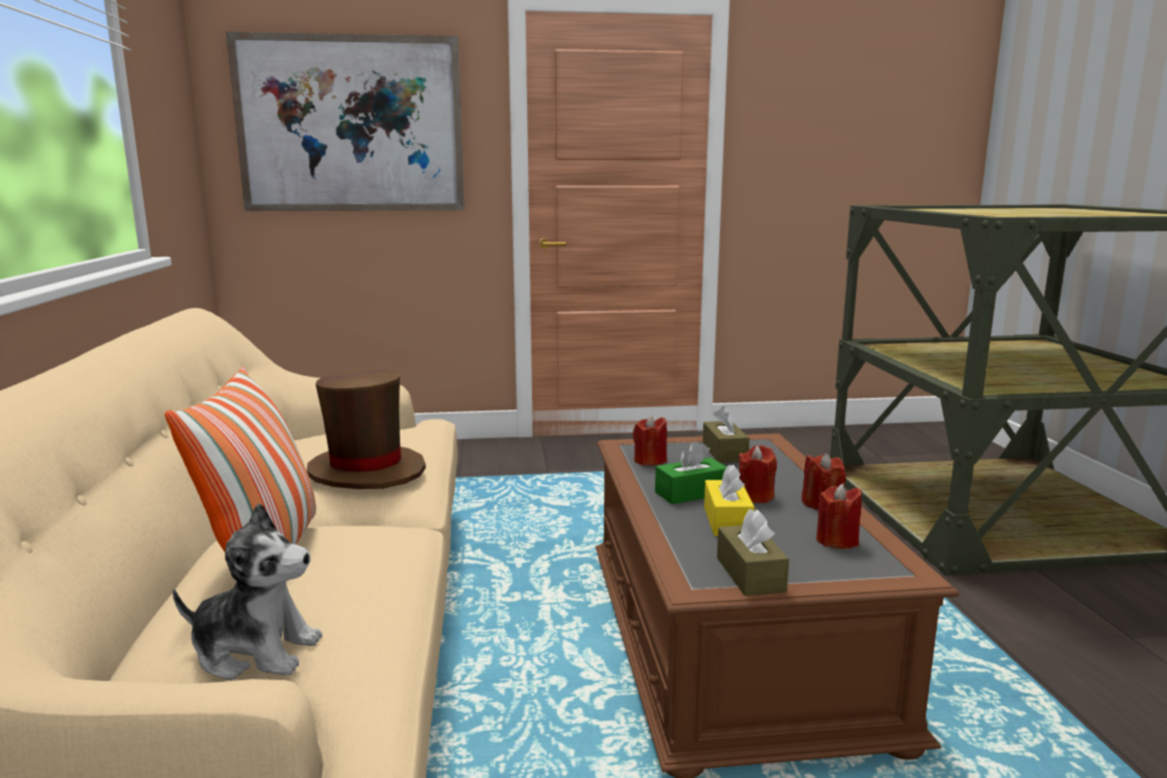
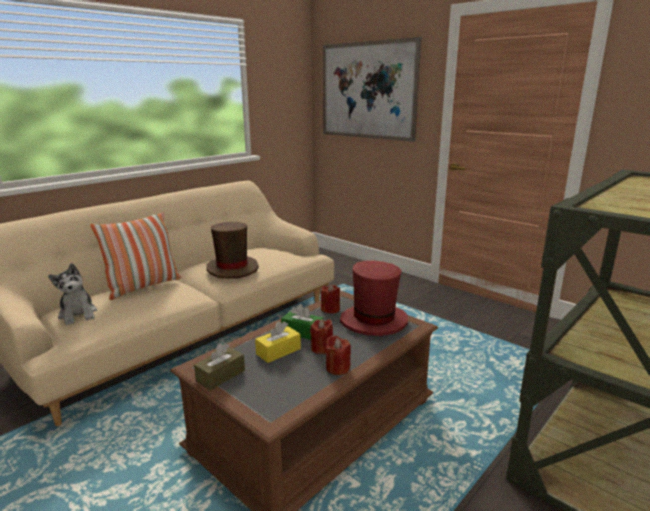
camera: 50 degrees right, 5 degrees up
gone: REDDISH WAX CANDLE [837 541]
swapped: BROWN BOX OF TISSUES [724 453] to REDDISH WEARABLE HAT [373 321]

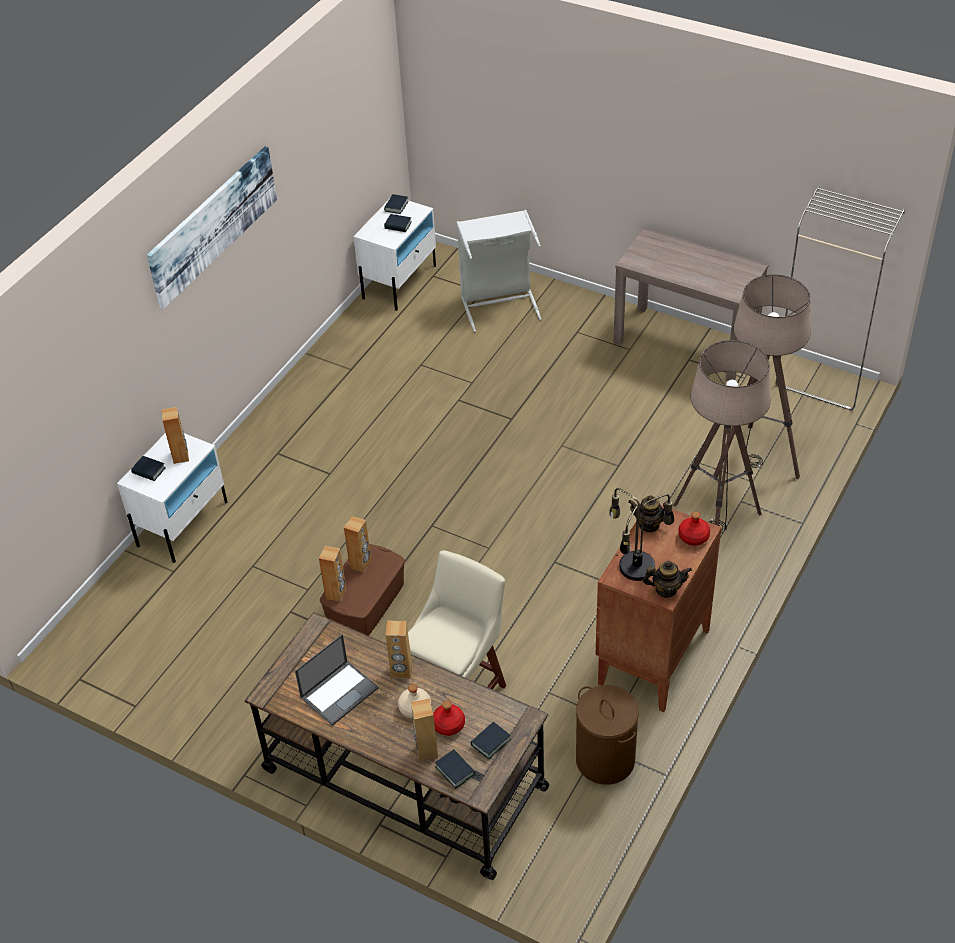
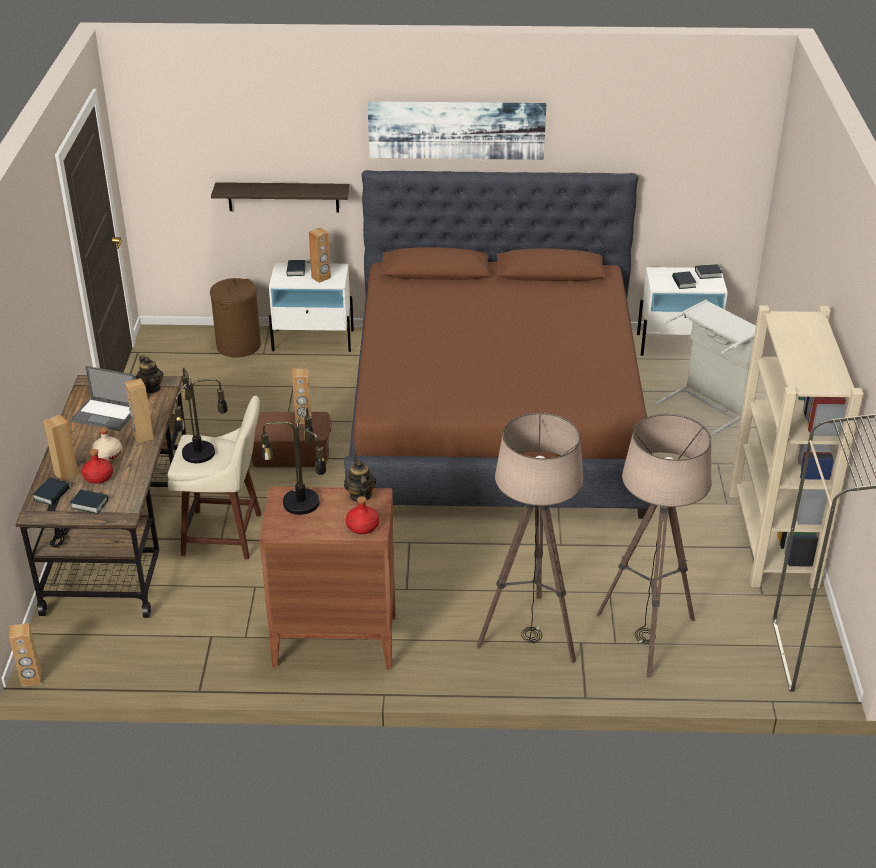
camera: 60 degrees right, 10 degrees down
new: TABLE LAMP [199 453]; WALL SHELF [283 197]; BROWN BEDROOM BED [496 415]
shifted: BROWN SPEAKER [336 594] to [31 679]; BROWN LAUNDRY BASKET [604 759] to [238 345]; POT FOR TEA [666 589] to [151 388]
swapped: BROWN HALL TABLE [686 343] to BEIGE SHELVING UNIT [773 538]

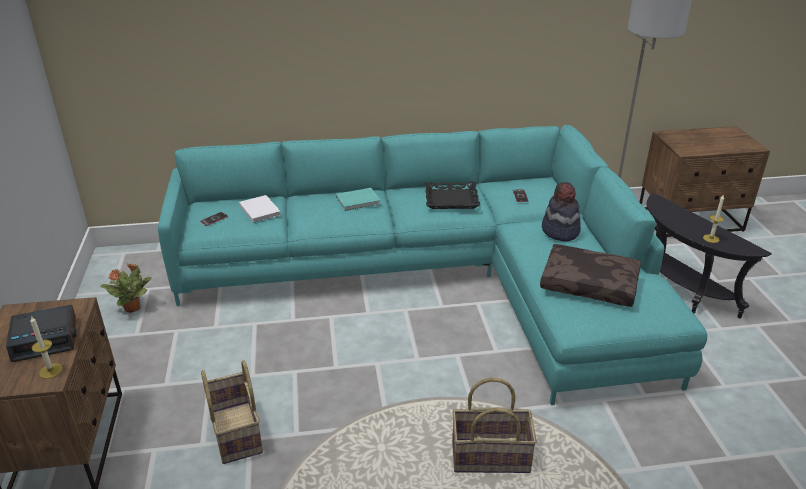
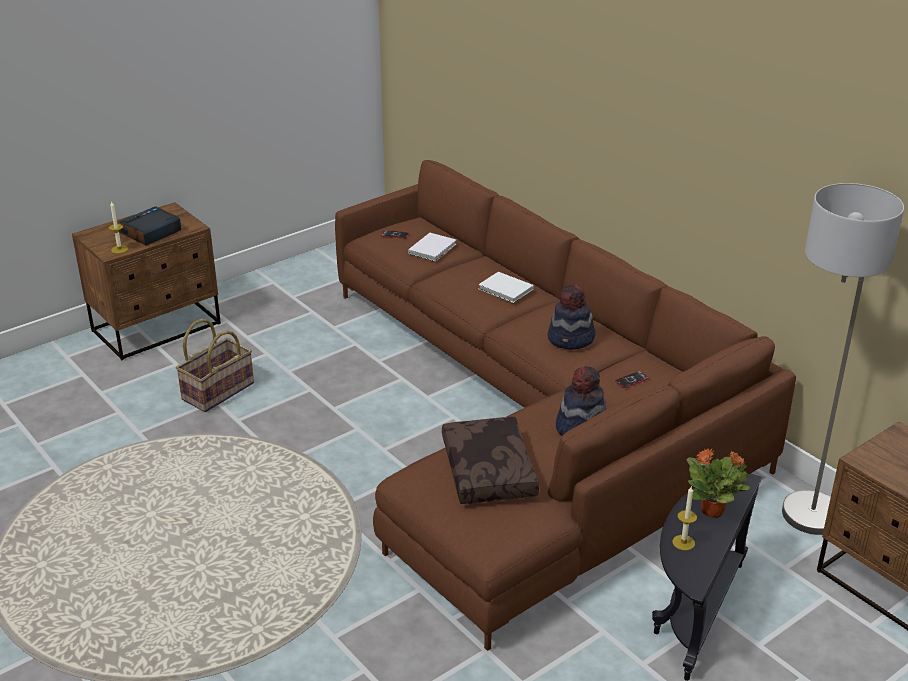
camera: 60 degrees right, 0 degrees up
gone: BASKET [490 456]
shifted: HOUSEPLANT [133 308] to [713 511]
swapped: BLACK-COLOURED SERVING TRAY [451 199] to WEARABLE HAT [571 339]
repainted: TURQUOISE SETTEE [441 277] to BROWN SETTEE [531 420]; TURQUOISE BOOK [359 201] to WHITE BOOK [506 290]
rotated: BEDSIDE CLOCK [46 338] = [150 232] 90 degrees clockwise

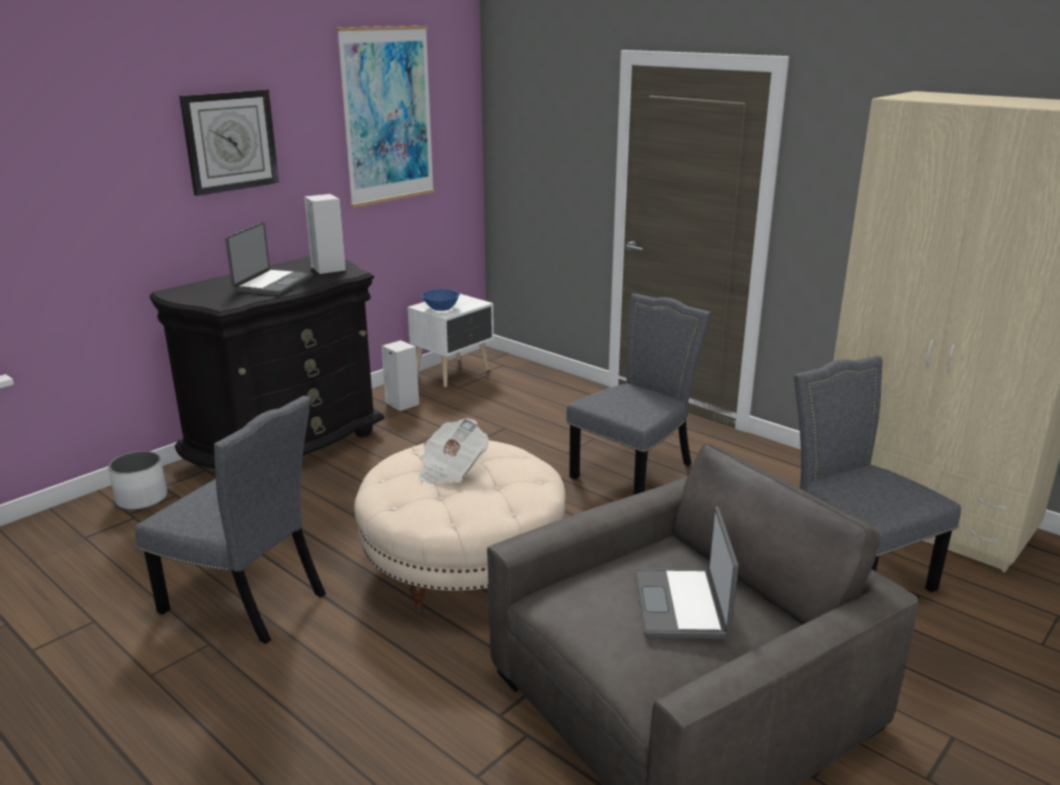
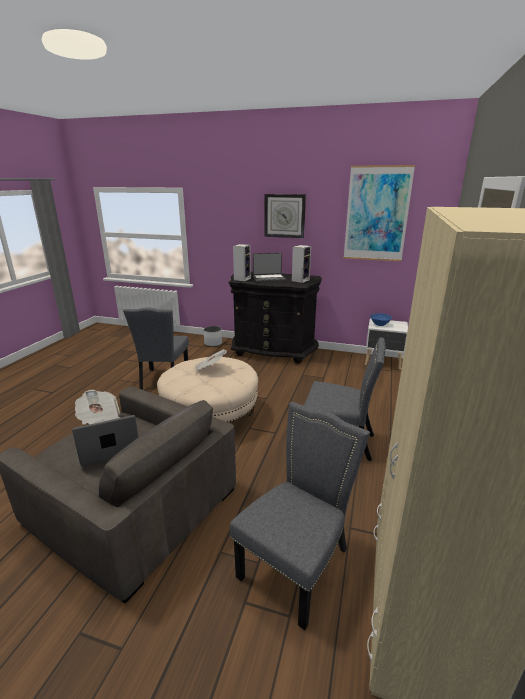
camera: 65 degrees right, 0 degrees up
new: PRINTED PAPER [99 420]
shifted: SPEAKER [401 403] to [242 279]

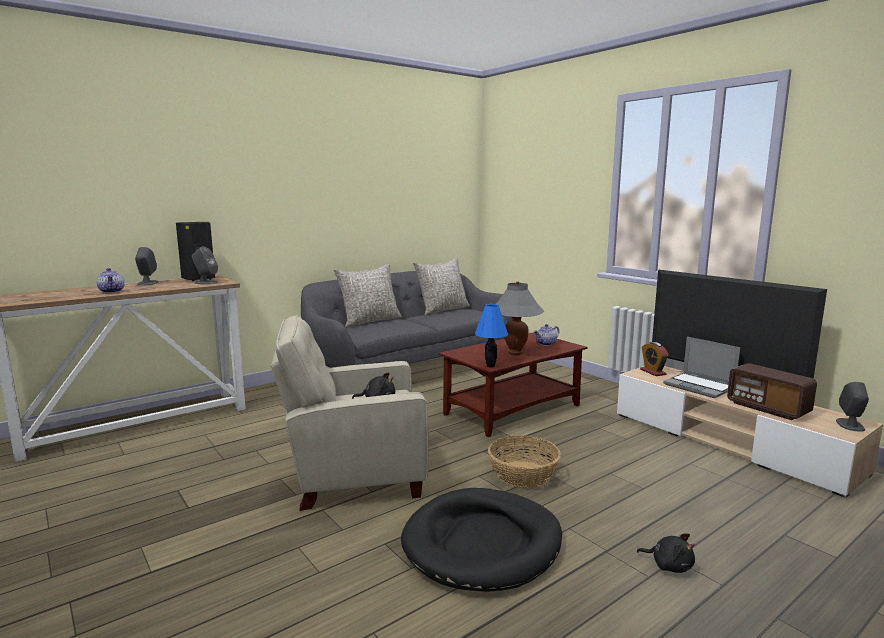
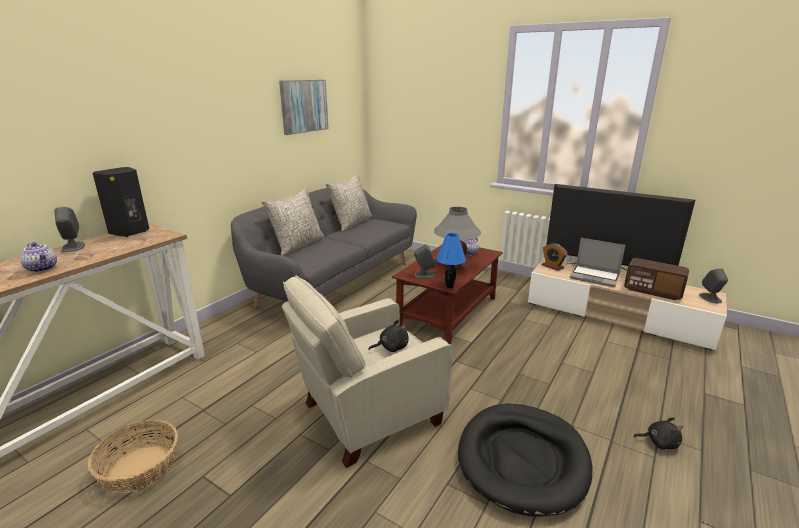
camera: 20 degrees left, 10 degrees up
new: PICTURE [304 106]
shifted: GRAY SPEAKER [206 283] to [424 275]; BASKET [522 474] to [140 468]

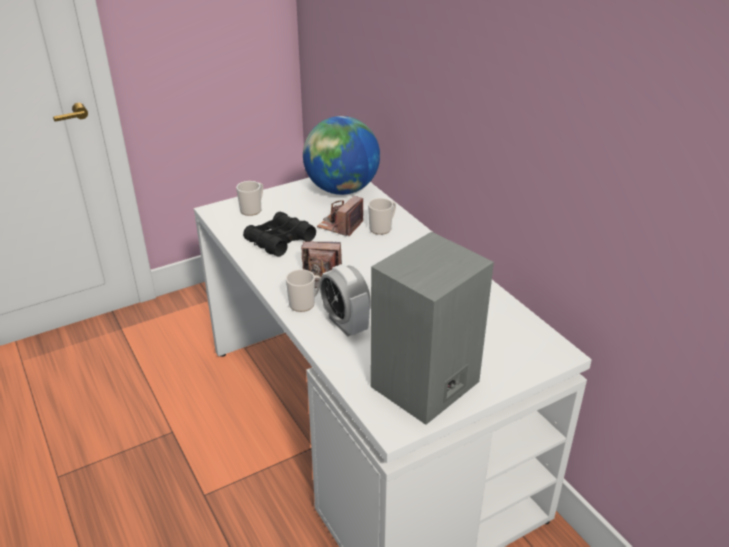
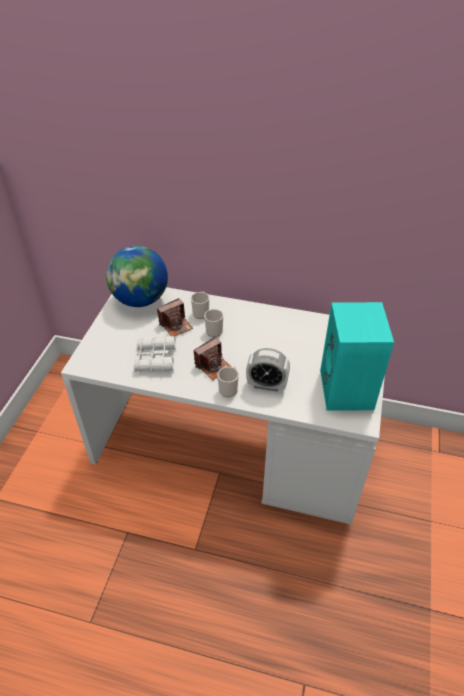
camera: 45 degrees left, 10 degrees up
shifted: COFFEE MUG [253 209] to [214 329]
repainted: BLACK-COLOURED PAIR OF BINOCULARS [279 241] to WHITE PAIR OF BINOCULARS [155 359]; GRAY SPEAKER [425 386] to TURQUOISE SPEAKER [348 391]
rotated: STILL CAMERA [340 225] = [176 325] 105 degrees counterclockwise

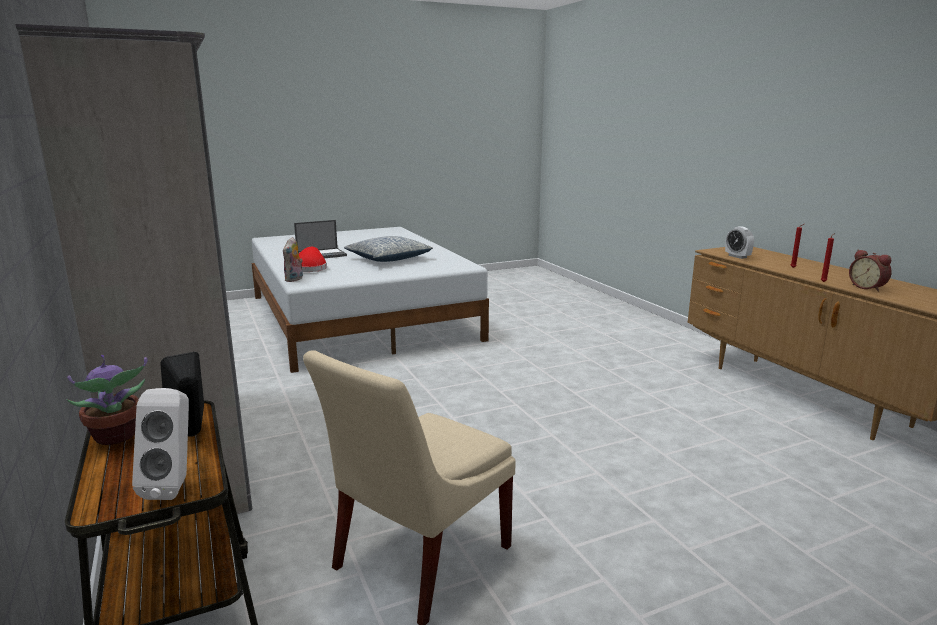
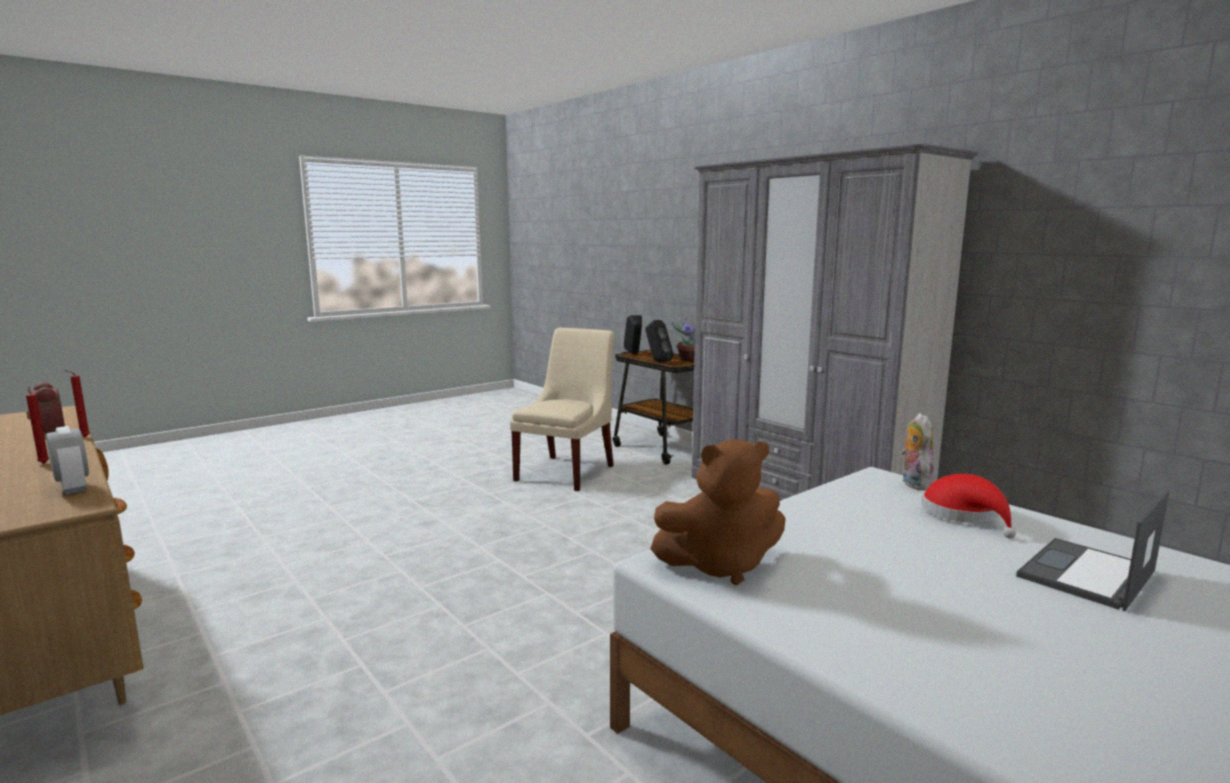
camera: 165 degrees right, 5 degrees down
gone: PILLOW [388 259]
new: BROWN PLUSH TOY [720 565]
repainted: WHITE SPEAKER [174 486] to BLACK-COLOURED SPEAKER [634 354]

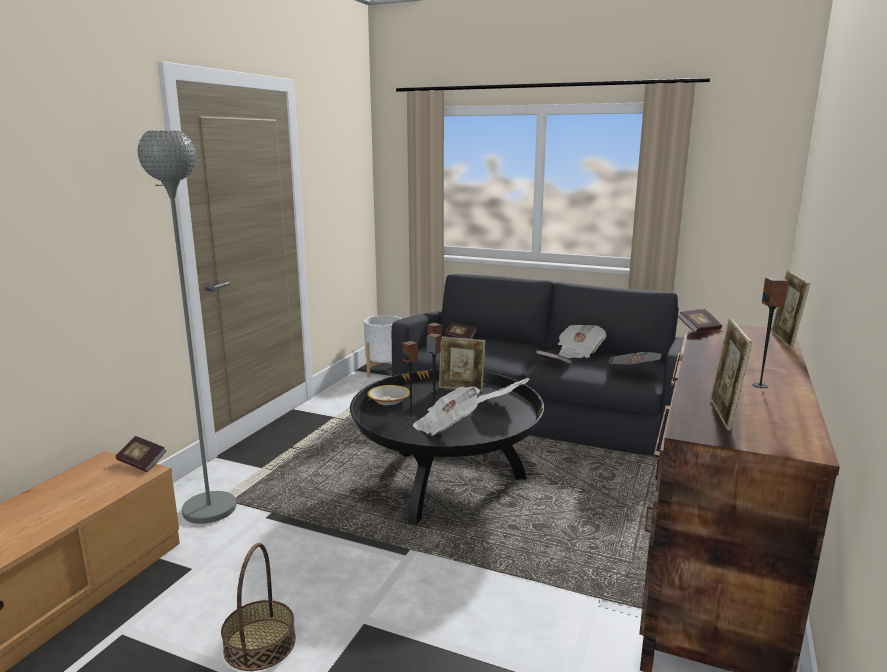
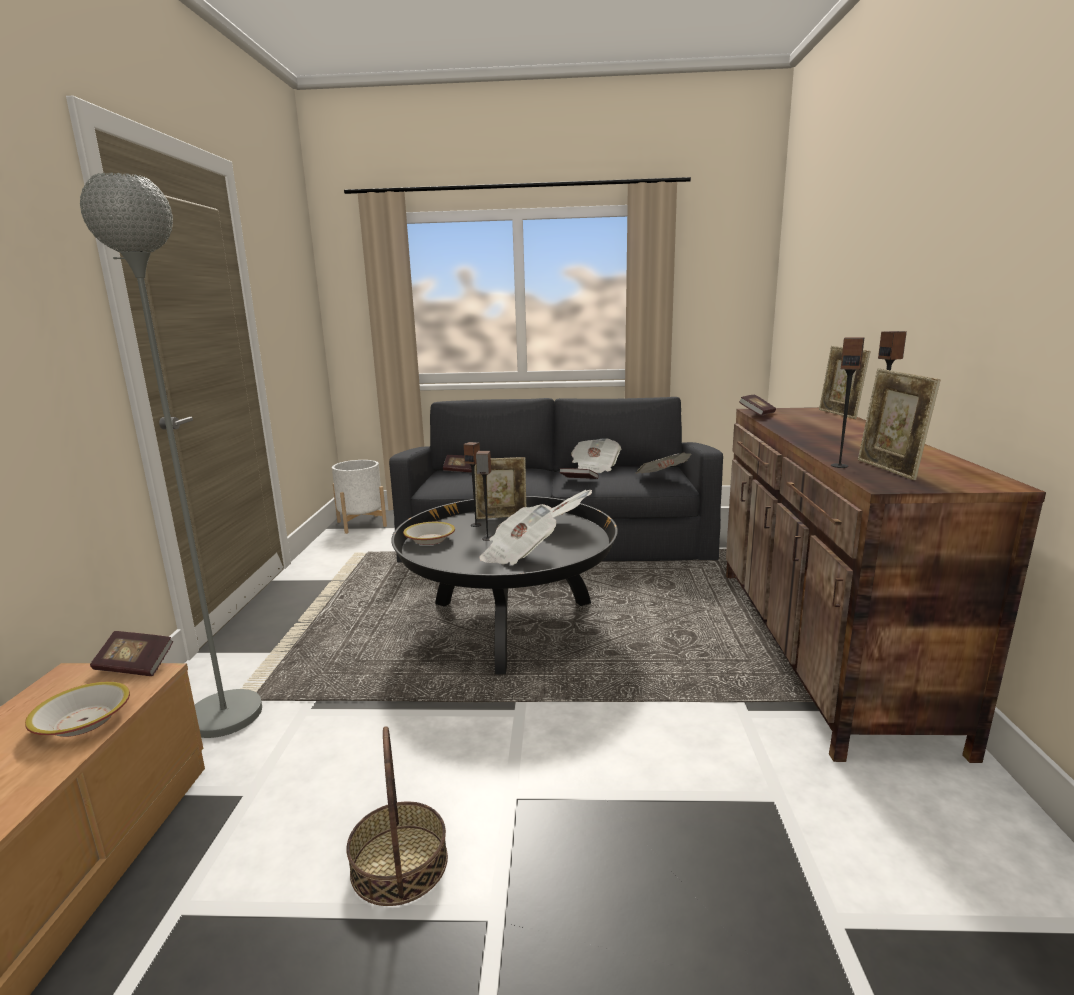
camera: 20 degrees left, 0 degrees up
new: SERVING BOWL [84 721]
shifted: SPEAKER [411 417] to [839 466]

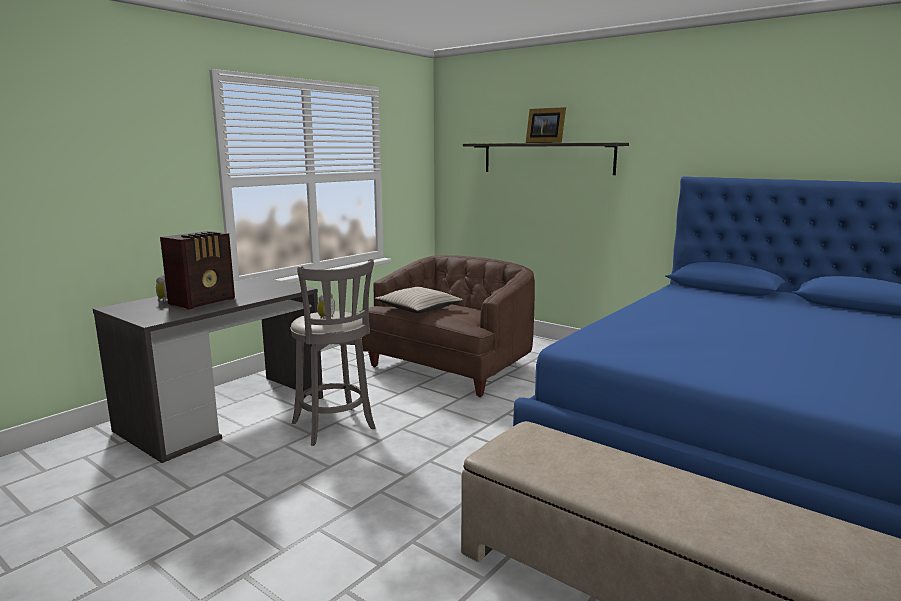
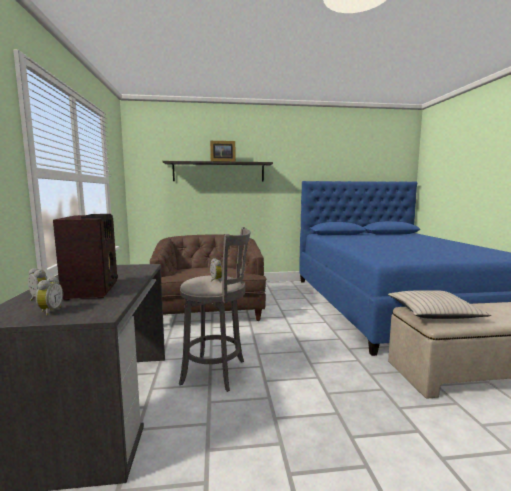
camera: 45 degrees left, 5 degrees down
new: BEDSIDE CLOCK [49 311]
shifted: BEIGE PILLOW [418 308] to [433 313]

